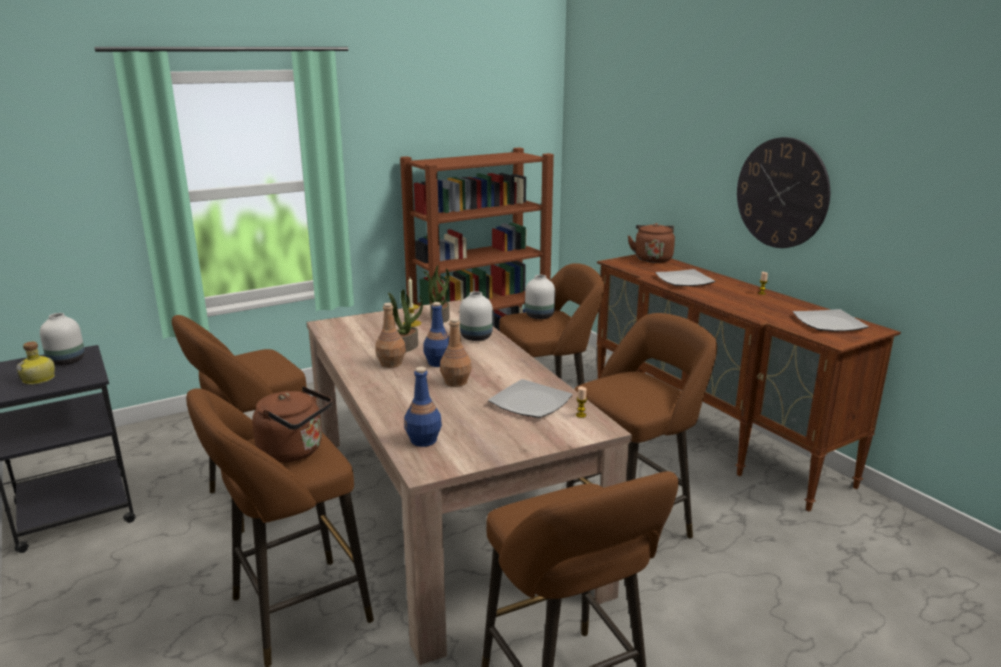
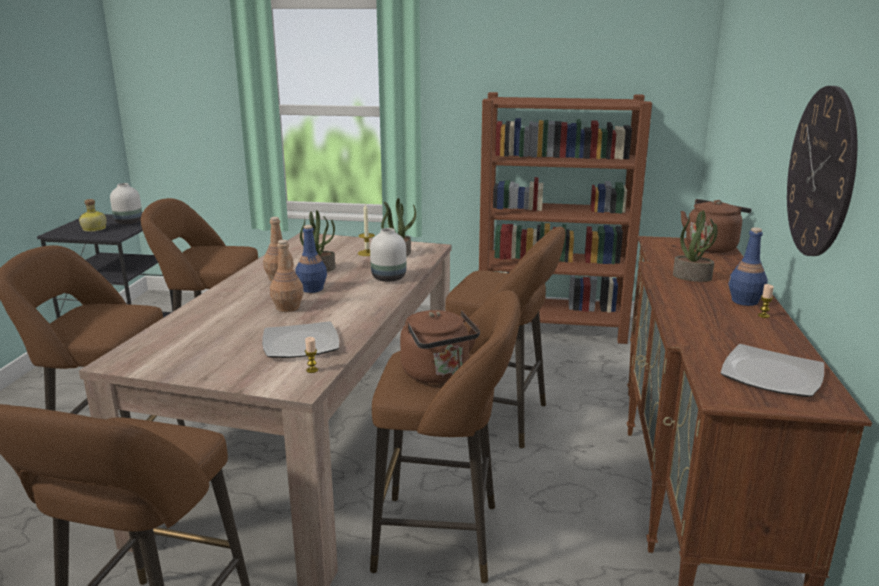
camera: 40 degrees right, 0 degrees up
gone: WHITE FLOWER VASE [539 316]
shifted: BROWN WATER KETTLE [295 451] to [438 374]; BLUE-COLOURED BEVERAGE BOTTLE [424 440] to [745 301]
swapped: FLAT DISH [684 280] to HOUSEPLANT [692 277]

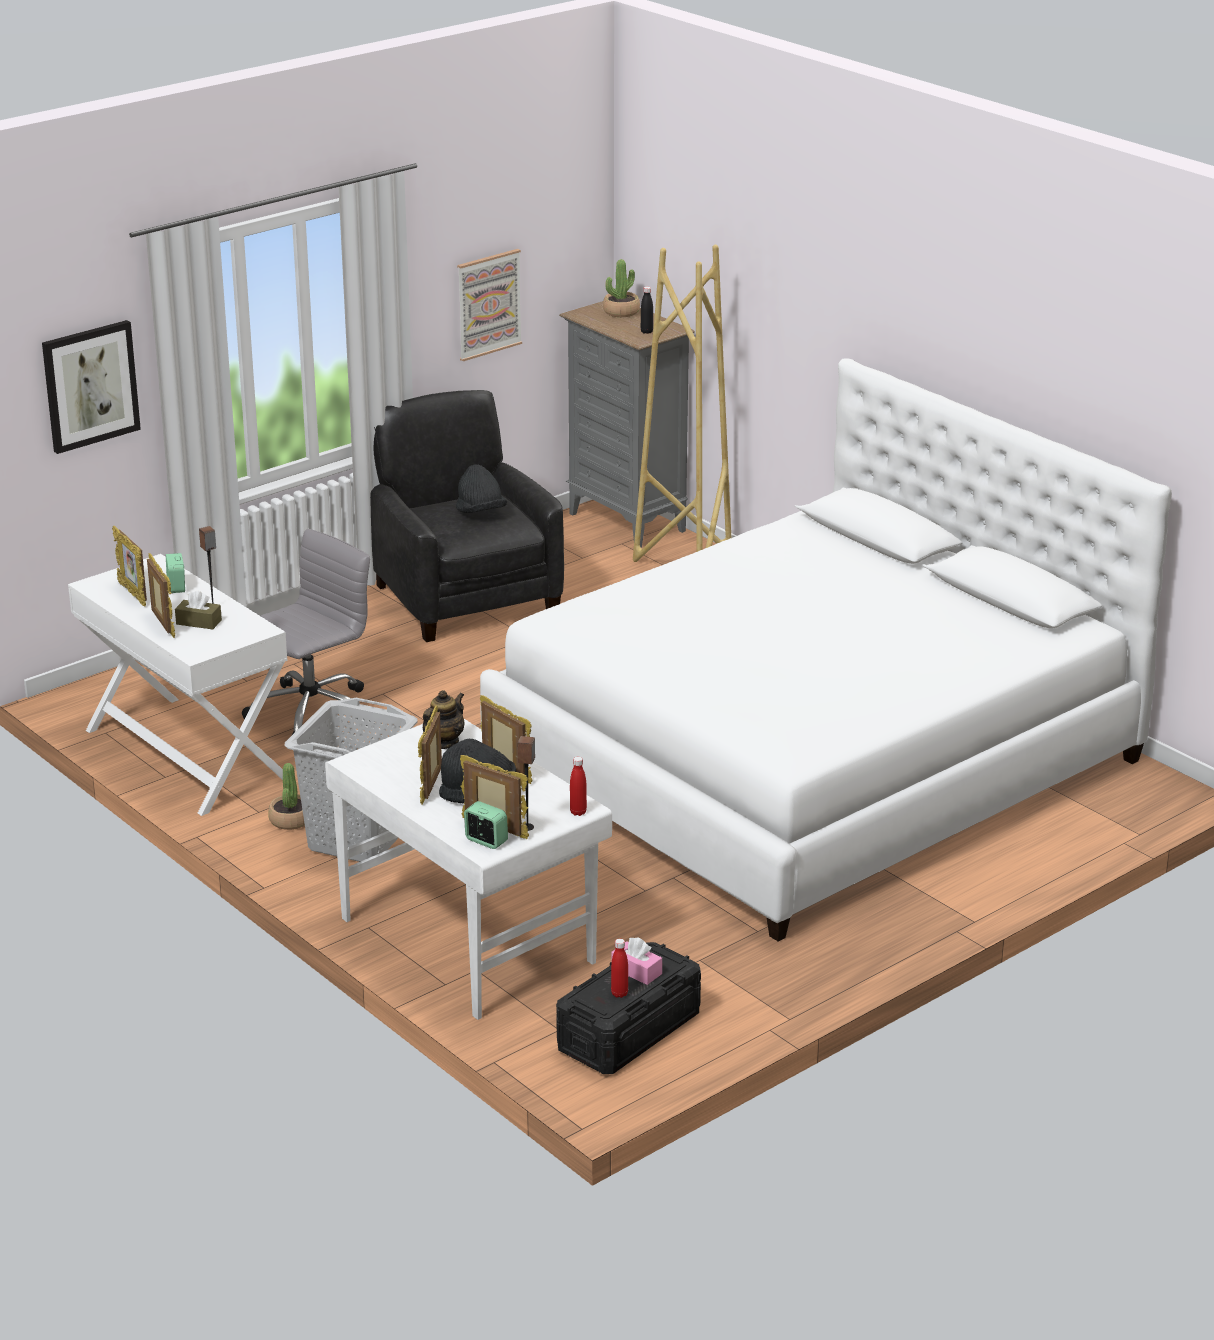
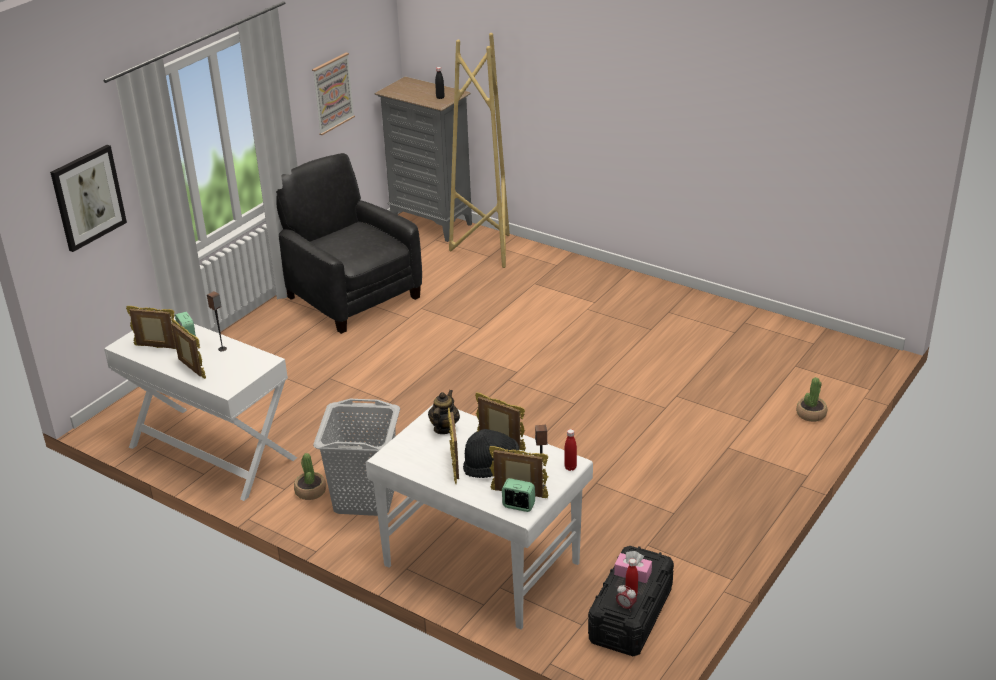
camera: 15 degrees left, 5 degrees up
gone: BROWN BOX OF TISSUES [198 622]; GRAY COMPUTER CHAIR [311 712]; BLACK-COLOURED WEARABLE HAT [480 512]; WHITE BEDROOM BED [813 759]
new: BEDSIDE CLOCK [625 607]
shifted: HOUSEPLANT [621 312] to [811 414]
rotated: PHOTO FRAME [133 594] = [157 348] 150 degrees clockwise

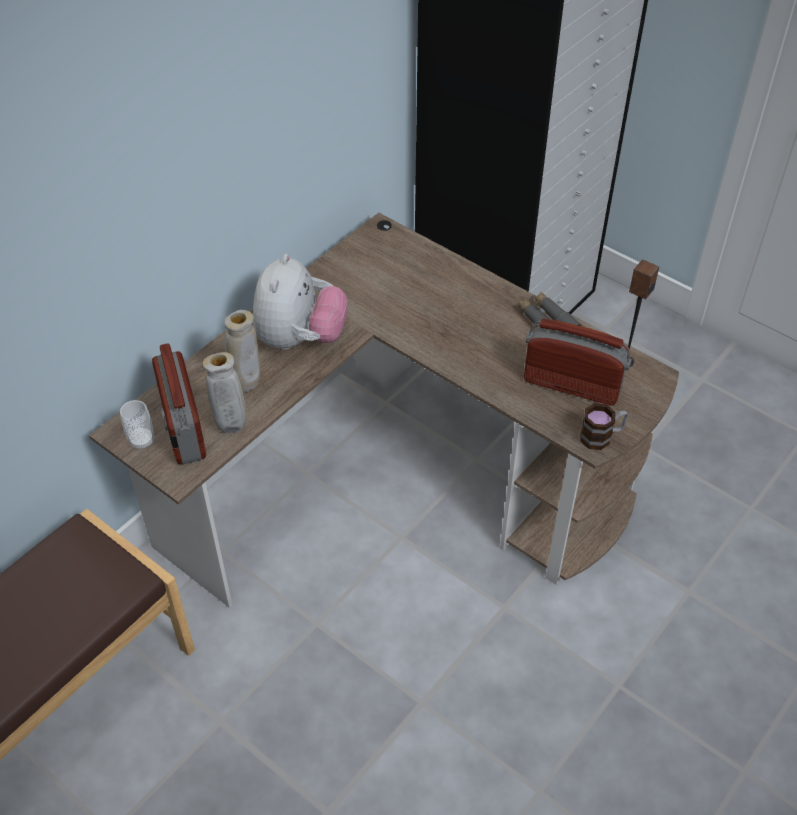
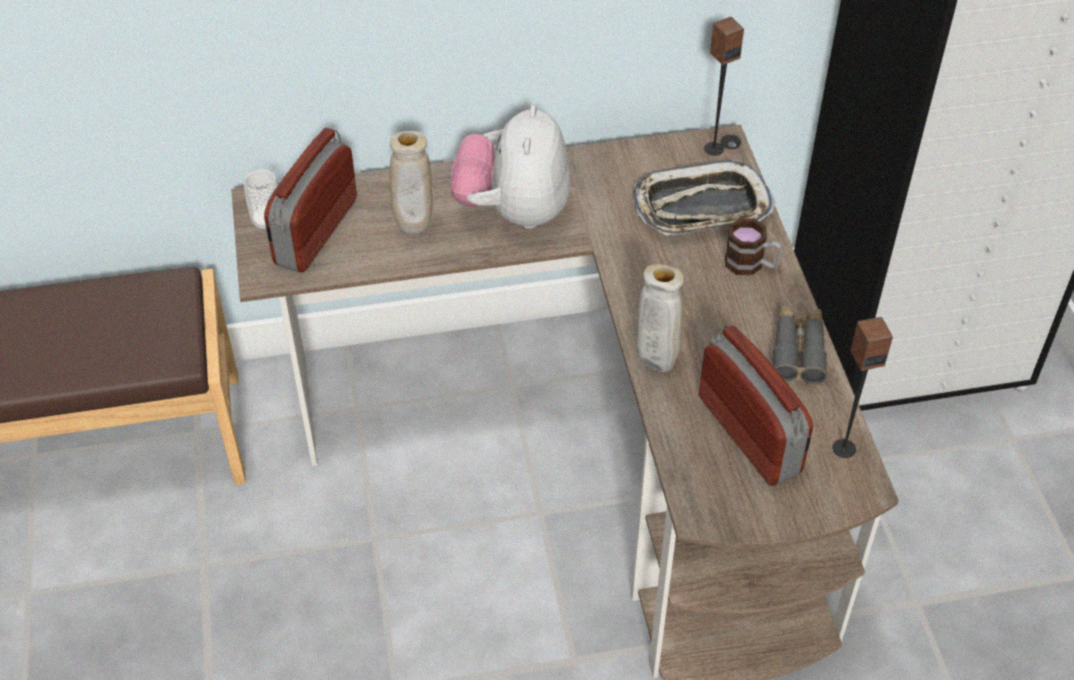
camera: 40 degrees right, 0 degrees up
new: SERVING TRAY [701 208]; SPEAKER [713 148]
shifted: BEIGE FLOWER VASE [231 428] to [656 365]; COFFEE MUG [601 436] to [751 264]
rotated: PLUSH TOY [300 339] = [514 211] 135 degrees clockwise

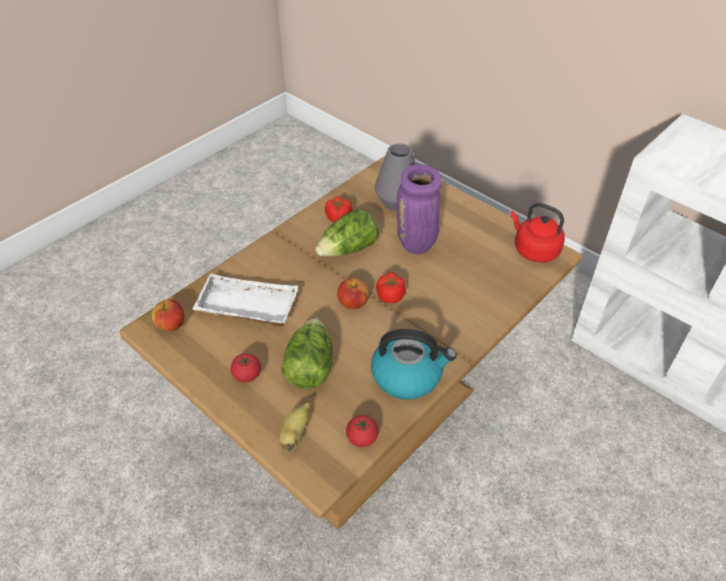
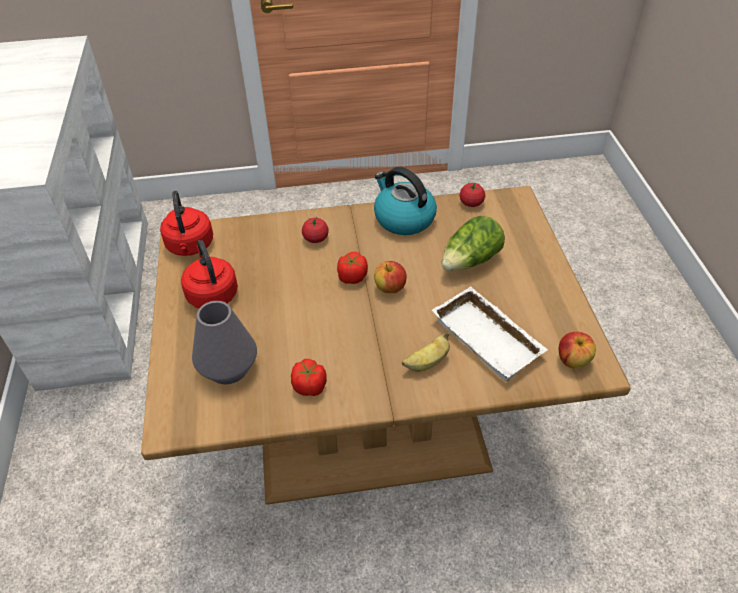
camera: 140 degrees left, 0 degrees up
gone: LETTUCE HEAD [348 250]; PURPLE-COLOURED FLOWER VASE [417 245]
new: REDDISH WATER KETTLE [212 293]
shifted: WHOLE TOMATO [247 375] to [315 238]; BANANA FRUIT [295 434] to [427 363]

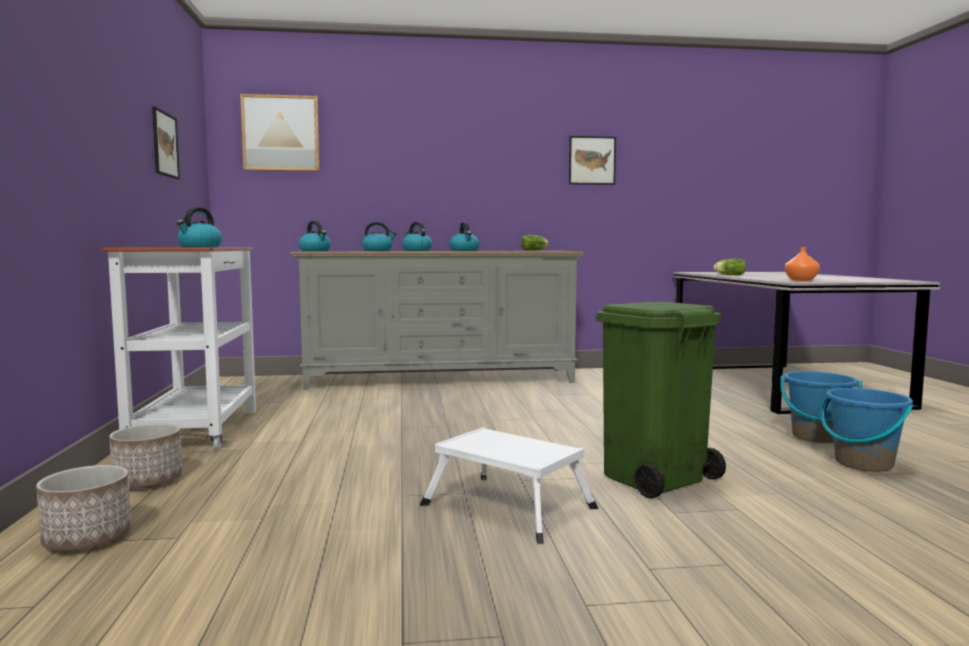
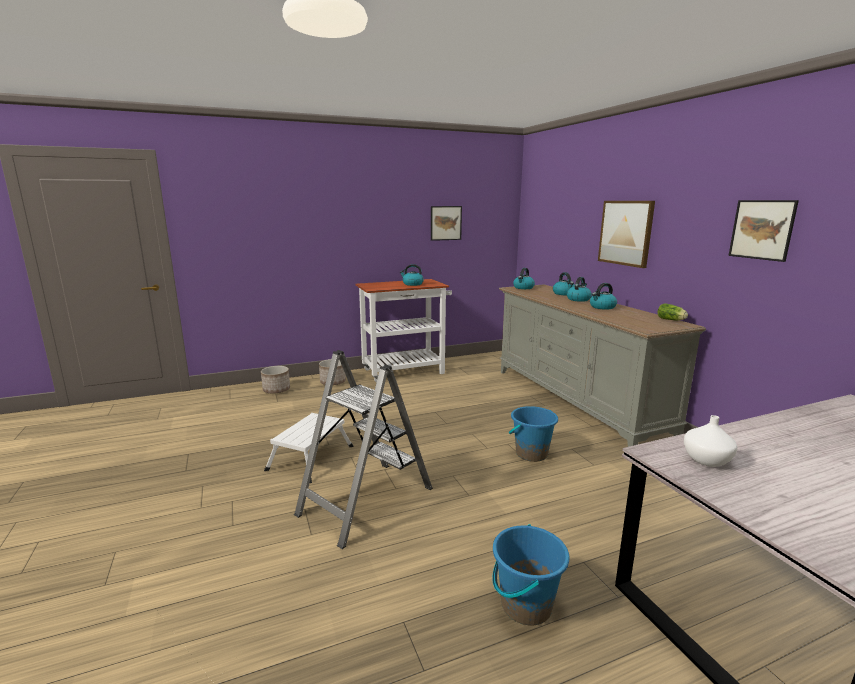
camera: 75 degrees right, 10 degrees up
gone: LETTUCE HEAD [728 275]
shifted: PICTURE [281 133] to [626 233]; BLUE-COLOURED WATER BUCKET [863 463] to [531 453]
swapped: GREENISH WASTE BIN [654 478] to GRAY STEP LADDER [364 501]
repainted: ORANGE-COLOURED FLOWER VASE [801 280] to WHITE FLOWER VASE [706 460]

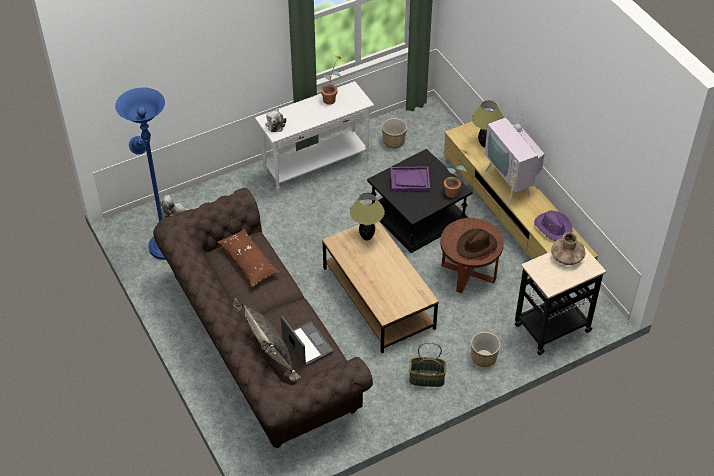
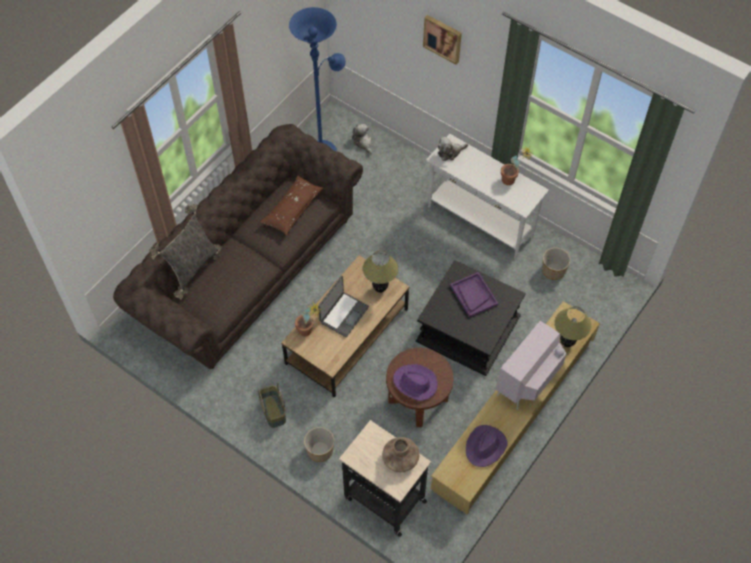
camera: 65 degrees right, 10 degrees up
new: PICTURE [443 38]
shifted: PORTABLE COMPUTER [306 345] to [343 314]; HOUSEPLANT [454 191] to [308 332]
repainted: BROWN WEARABLE HAT [476 246] to PURPLE-COLOURED WEARABLE HAT [415 383]

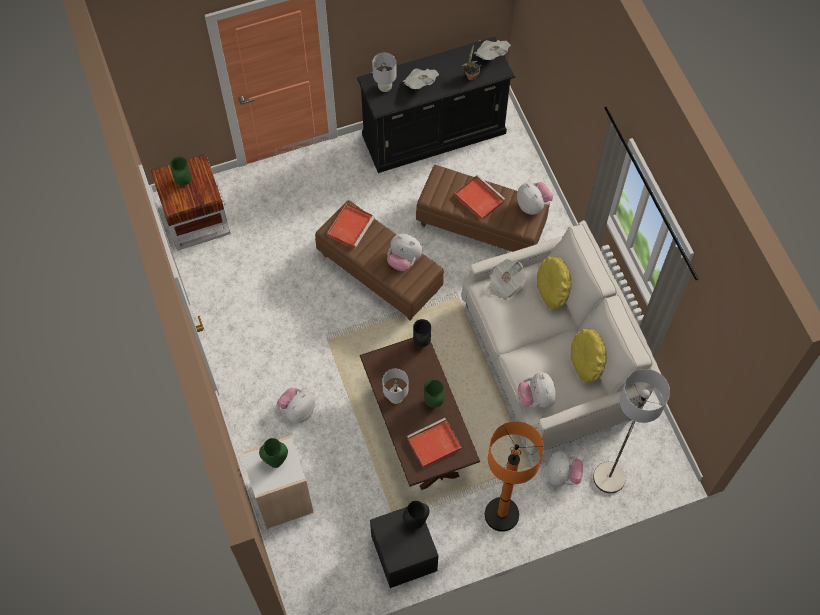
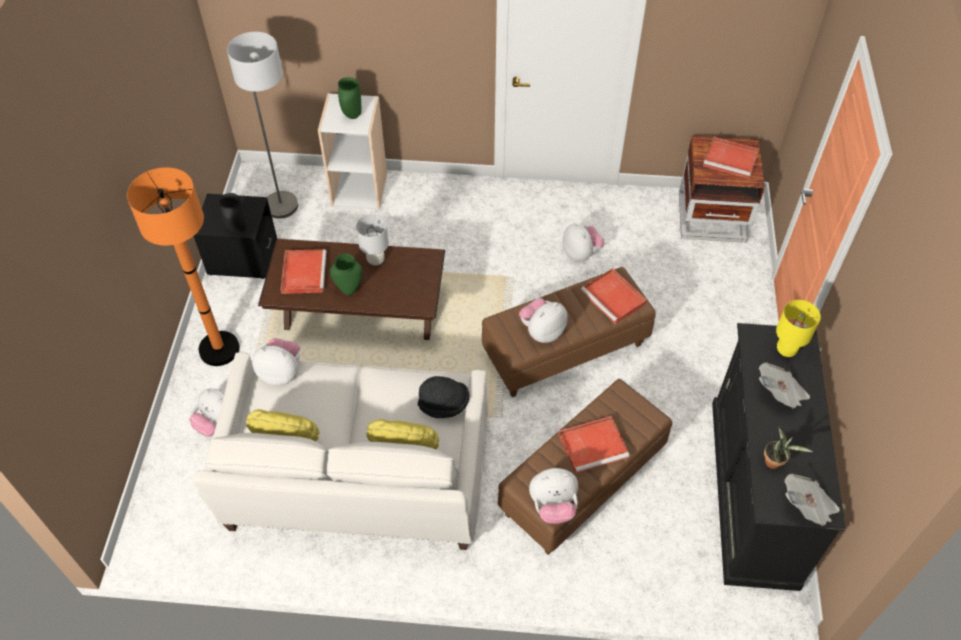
camera: 115 degrees right, 10 degrees down
gone: BLACK-COLOURED FLOWER VASE [421 342]
shifted: PLUSH TOY [297 411] to [581 253]; GRAY FLOOR LAMP [612 469] to [287 211]
swapped: GREENISH FLOWER VASE [183 182] to REDDISH SERVING TRAY [731 159]; PRINTED PAPER [504 284] to BLACK-COLOURED WEARABLE HAT [444 404]
repainted: GRAY TABLE LAMP [384 88] to YELLOW TABLE LAMP [786 350]

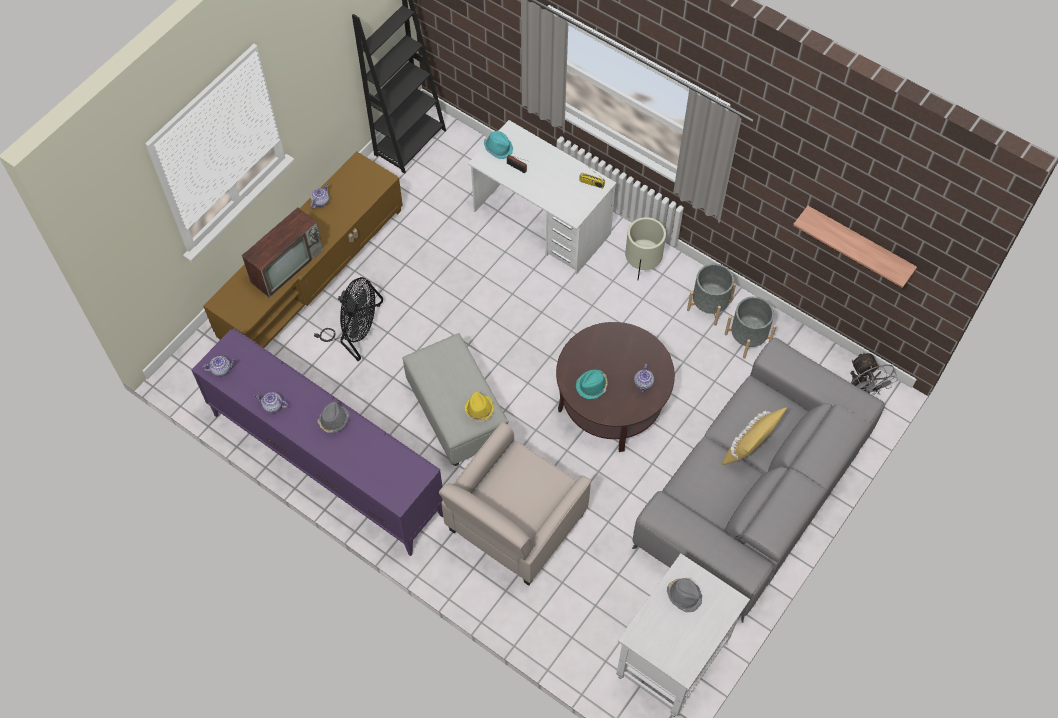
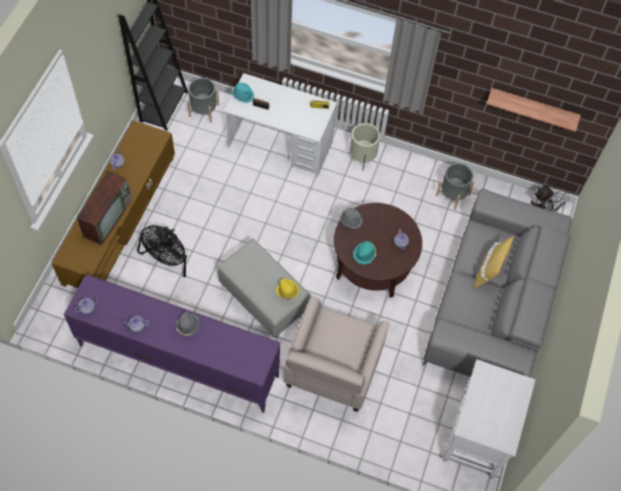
camera: 20 degrees left, 0 degrees up
shifted: GRAY WEARABLE HAT [684 595] to [350 220]; GRAY PLANT POT [709 306] to [204 110]
rotated: BLACK-COLOURED COOLING FAN [355 331] = [167 256] 120 degrees clockwise

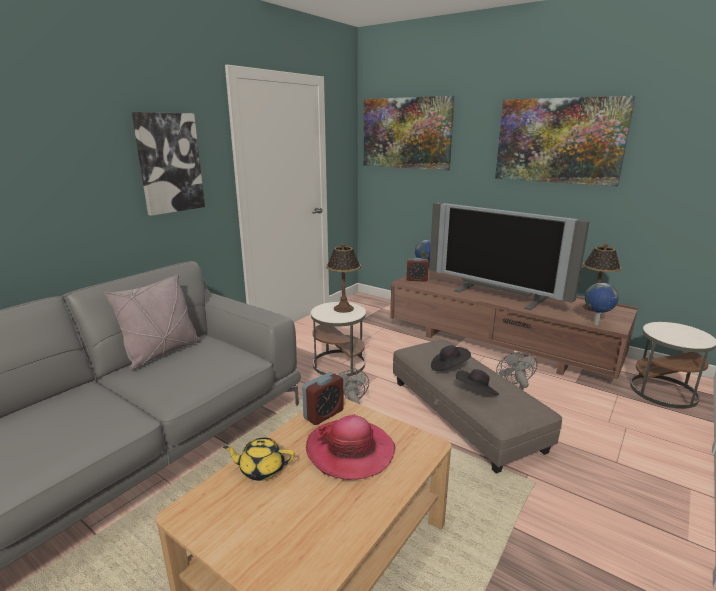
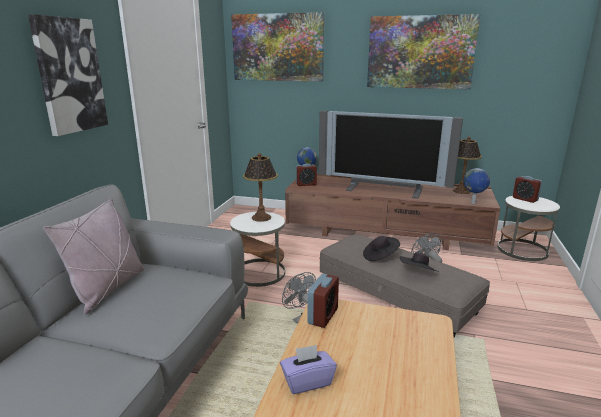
camera: 20 degrees left, 0 degrees up
gone: WEARABLE HAT [350 451]
new: BEDSIDE CLOCK [525 199]
swapped: YELLOW POT FOR TEA [261 469] to PURPLE-COLOURED BOX OF TISSUES [307 381]

